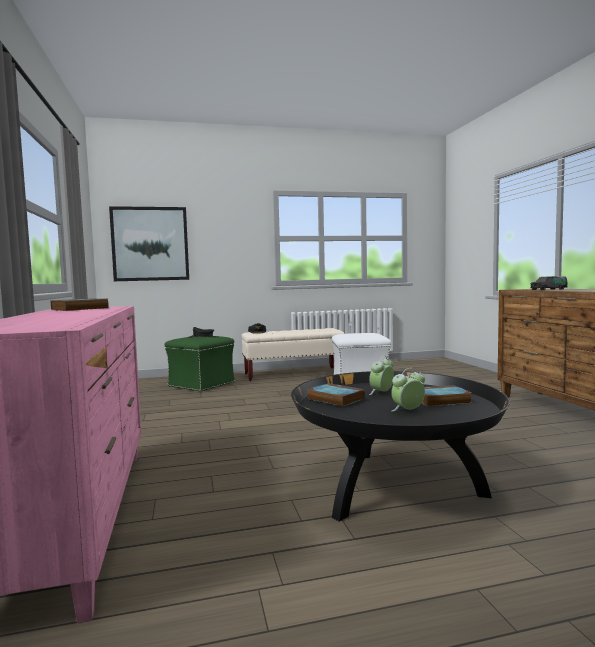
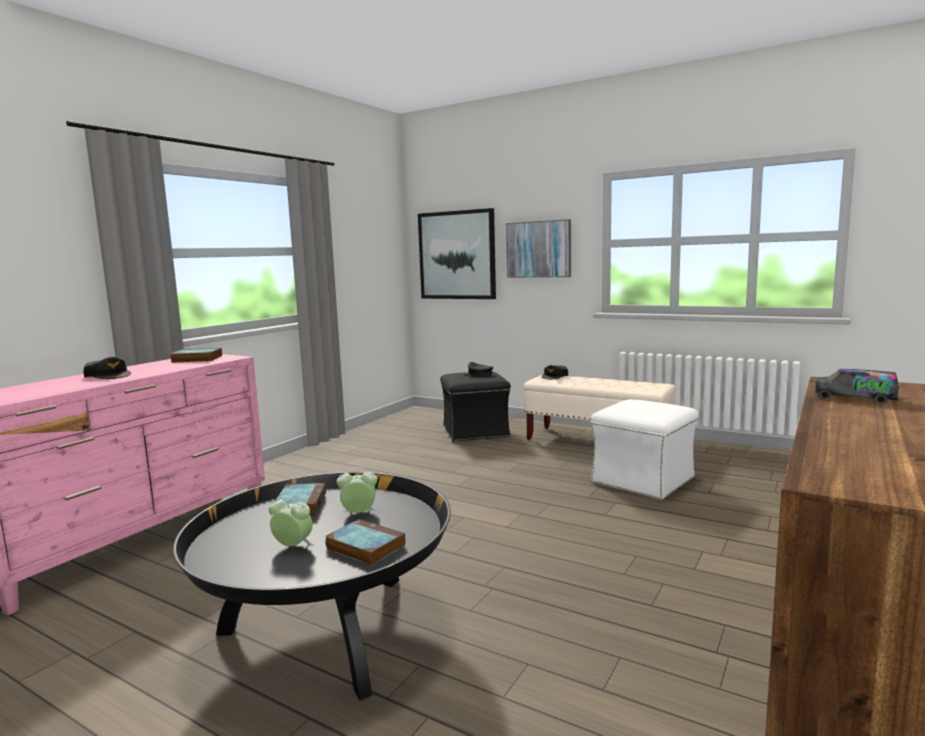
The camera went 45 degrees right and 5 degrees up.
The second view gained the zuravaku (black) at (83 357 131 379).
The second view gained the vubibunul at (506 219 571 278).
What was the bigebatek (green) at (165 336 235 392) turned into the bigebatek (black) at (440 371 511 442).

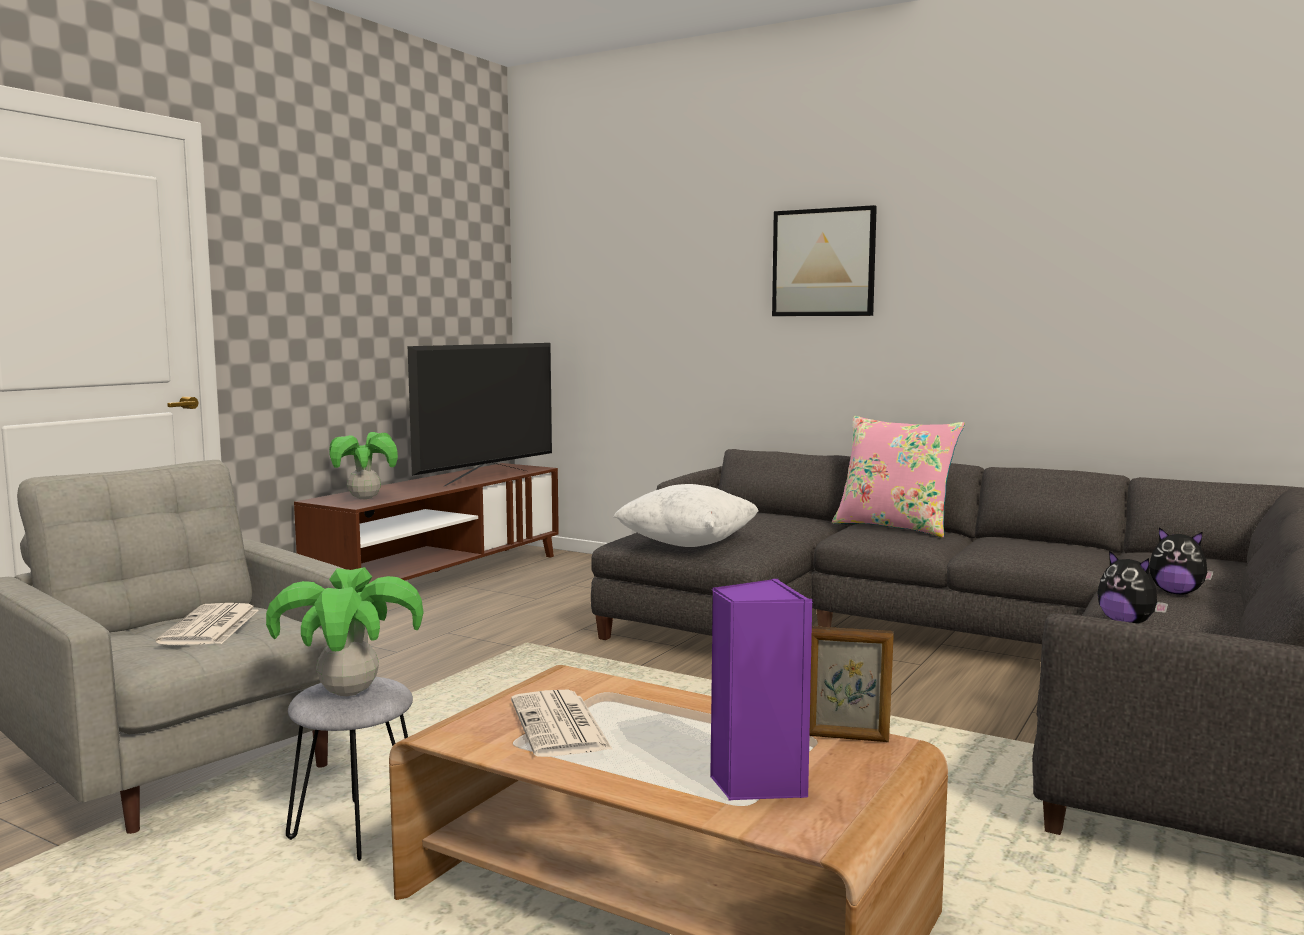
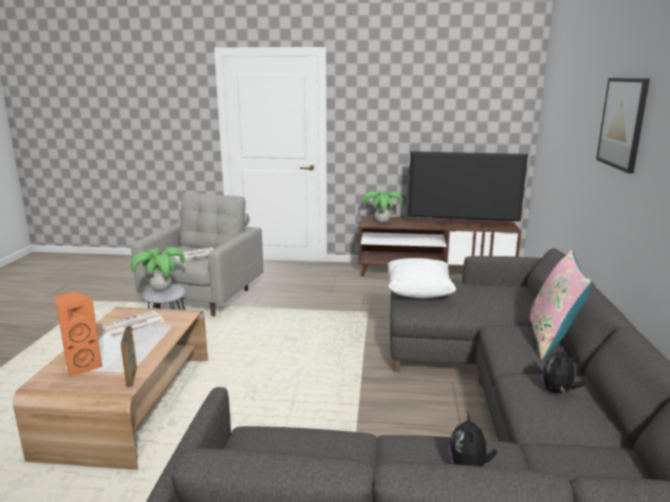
The camera went 65 degrees right and 10 degrees up.
The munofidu ended up elsewhere, having gone from (1097 550 1168 624) to (542 345 585 394).
What was the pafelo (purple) at (710 579 812 800) turned into the pafelo (orange) at (55 291 102 378).

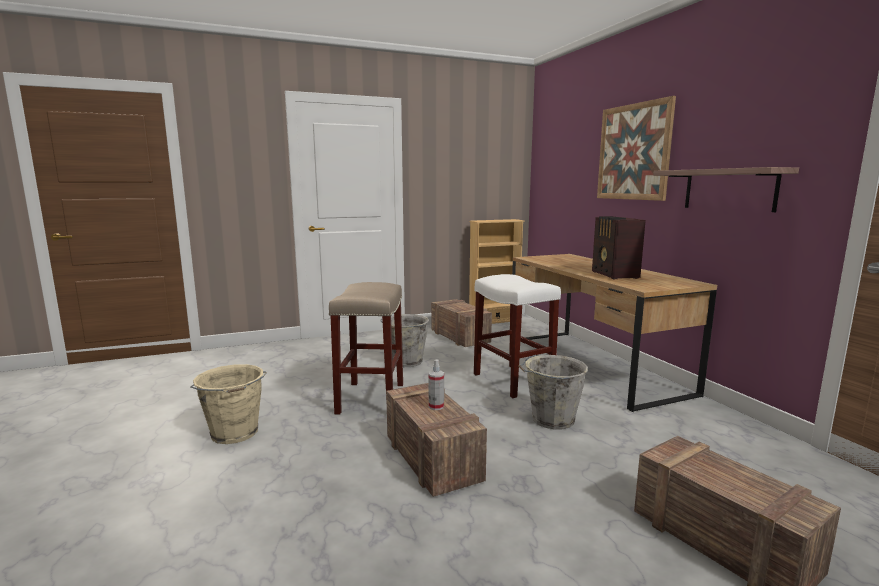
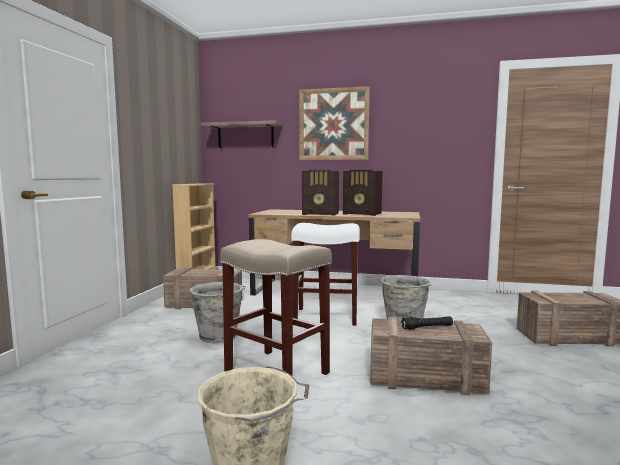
The camera went 55 degrees left and 5 degrees down.
The second view gained the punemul at (302 170 339 216).
The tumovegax ended up elsewhere, having gone from (653 167 799 212) to (201 120 282 148).
Where the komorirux stood at (429 359 444 410), the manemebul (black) came to stand at (401 316 453 330).

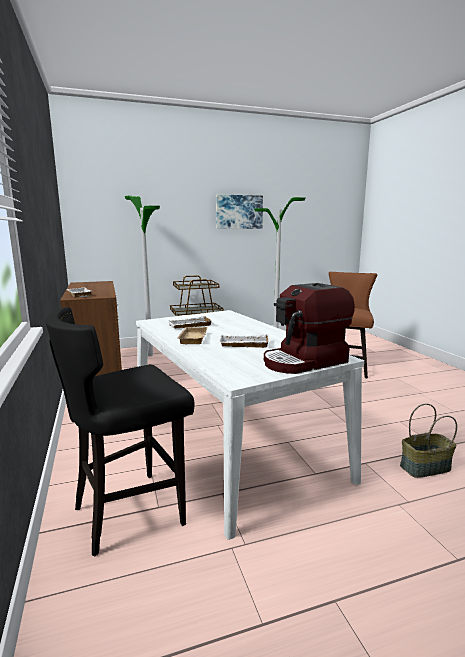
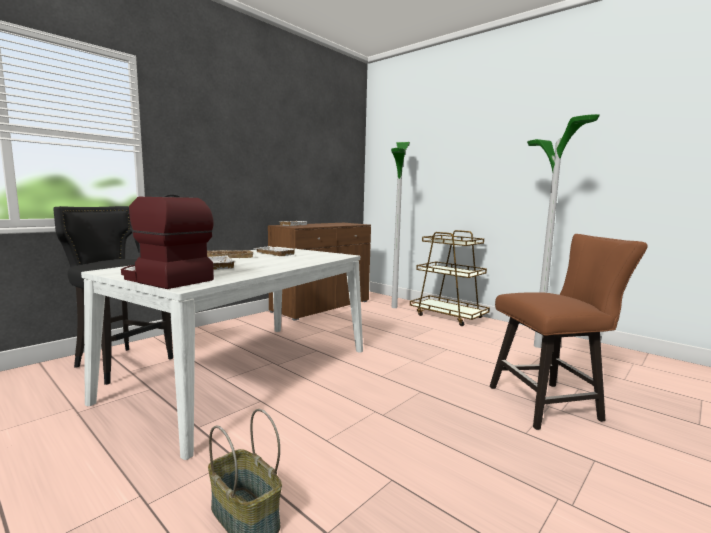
The camera went 60 degrees right and 5 degrees down.
The second view lost the vubibunul at (216 194 263 229).

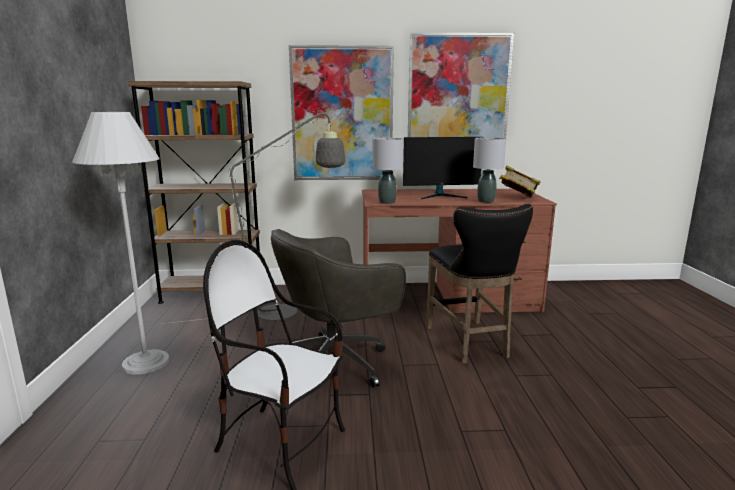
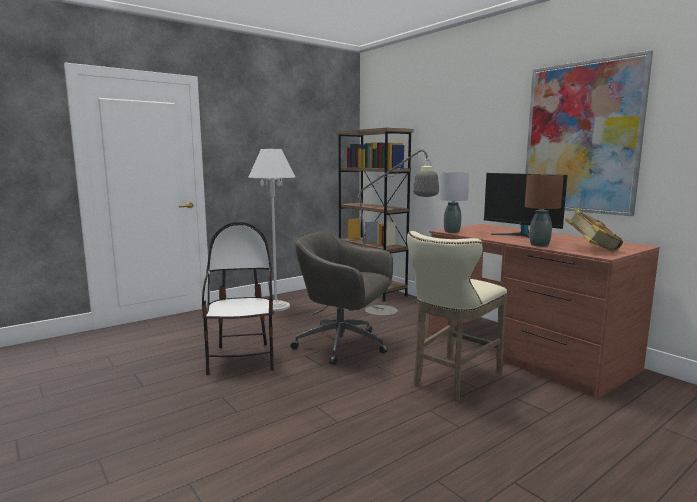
The camera went 55 degrees right and 5 degrees down.
The second view lost the vubibunul at (289 45 394 180).
What was the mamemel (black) at (426 204 533 364) turned into the mamemel (beige) at (407 231 508 401).
What was the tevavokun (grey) at (473 137 506 203) turned into the tevavokun (brown) at (525 175 564 247).

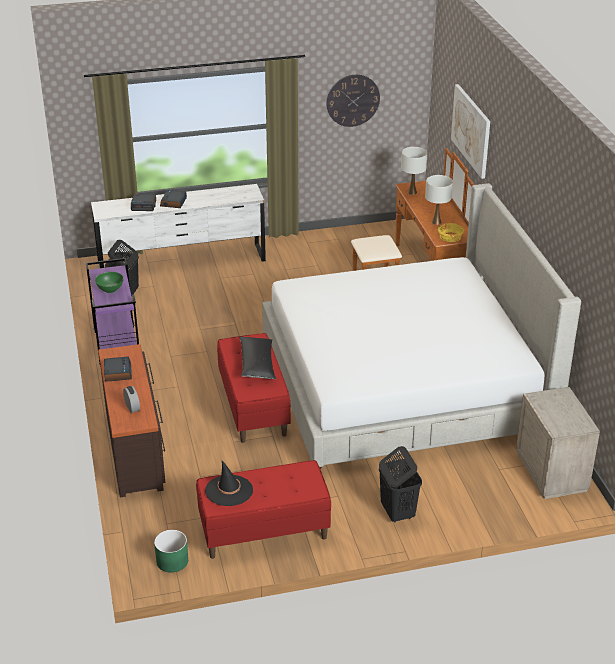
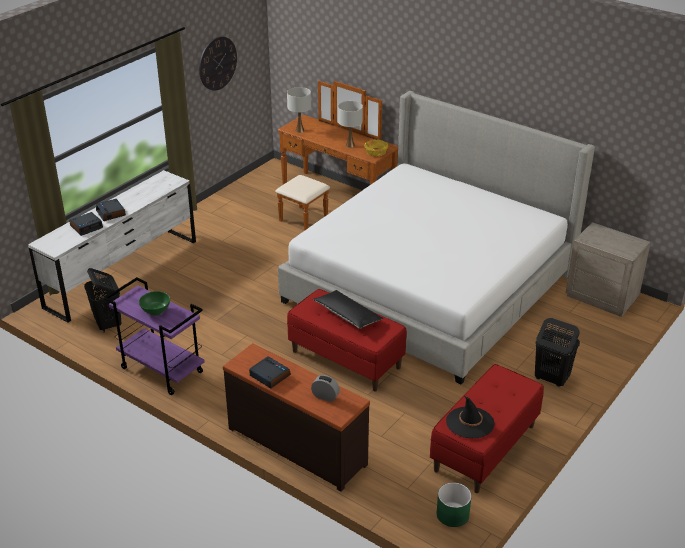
The camera went 40 degrees left and 0 degrees up.
The second view lost the vubibunul at (451 84 490 179).

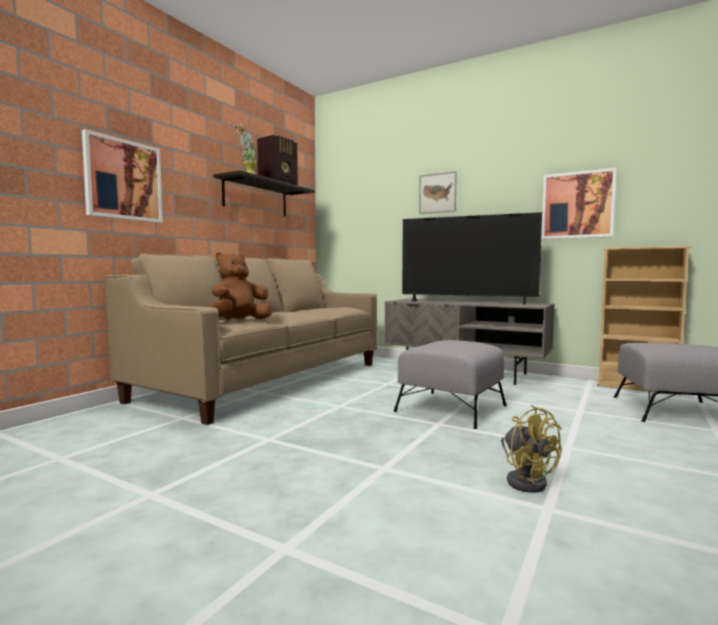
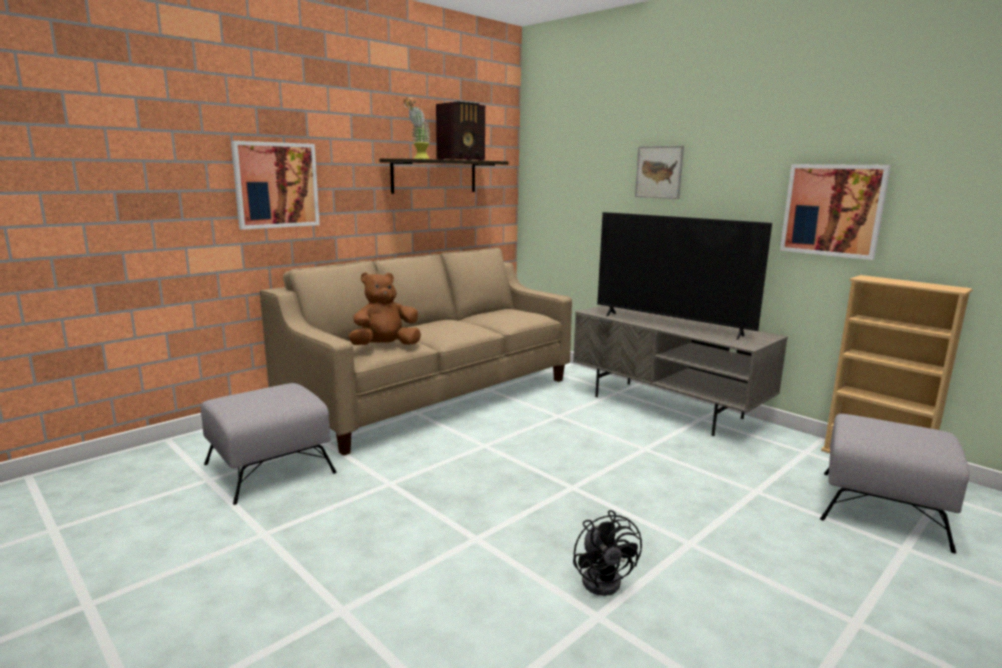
The camera went 15 degrees right and 10 degrees up.
The bigebatek (grey) ended up elsewhere, having gone from (394 340 507 429) to (201 383 337 505).
What was the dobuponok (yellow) at (501 405 562 493) turned into the dobuponok (black) at (573 510 642 596).

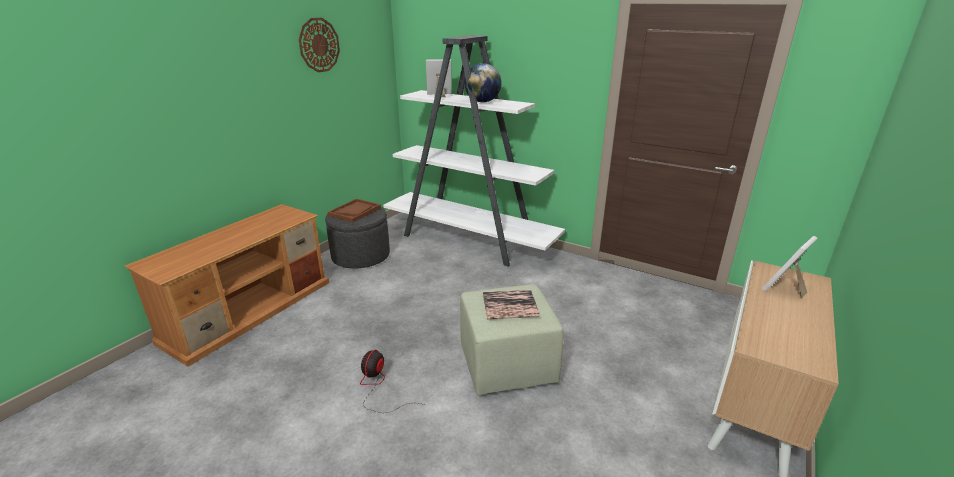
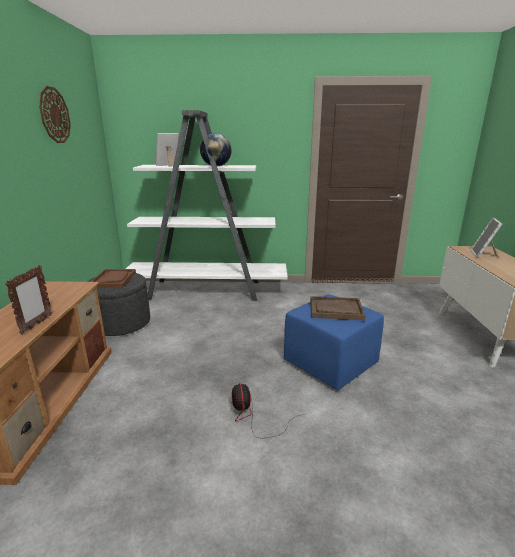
The camera went 30 degrees left and 5 degrees down.
The second view gained the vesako at (5 265 52 335).
Where the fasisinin stood at (483 290 540 319), the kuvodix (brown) came to stand at (310 296 366 320).
What was the bigebatek (green) at (460 284 564 396) turned into the bigebatek (blue) at (284 295 384 391).

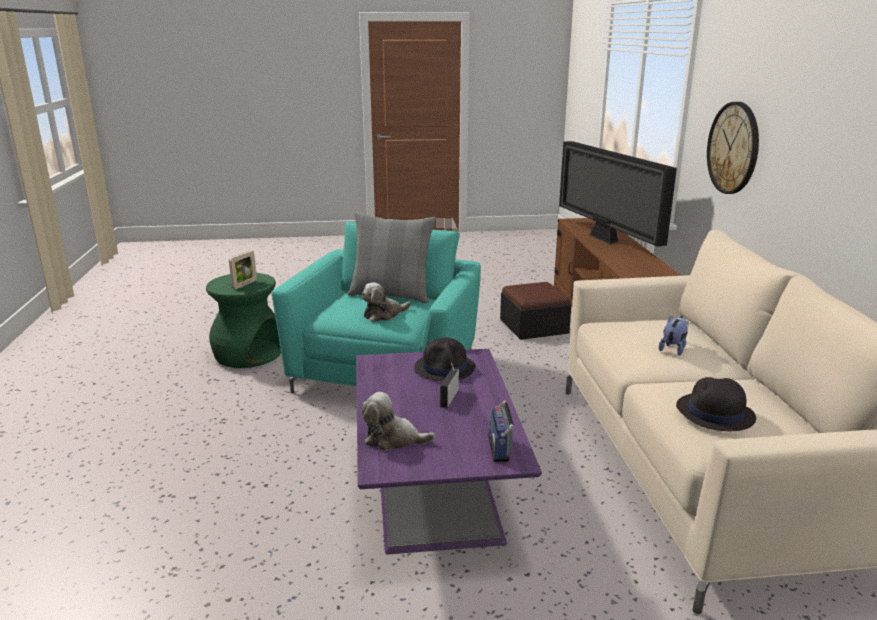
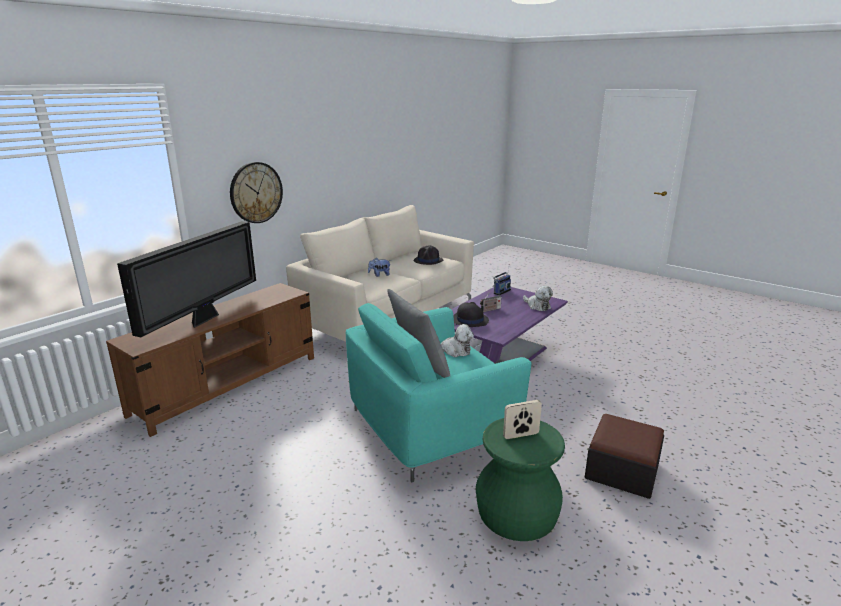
The camera went 135 degrees left and 0 degrees up.
The bigebatek ended up elsewhere, having gone from (500 282 571 340) to (585 414 664 499).

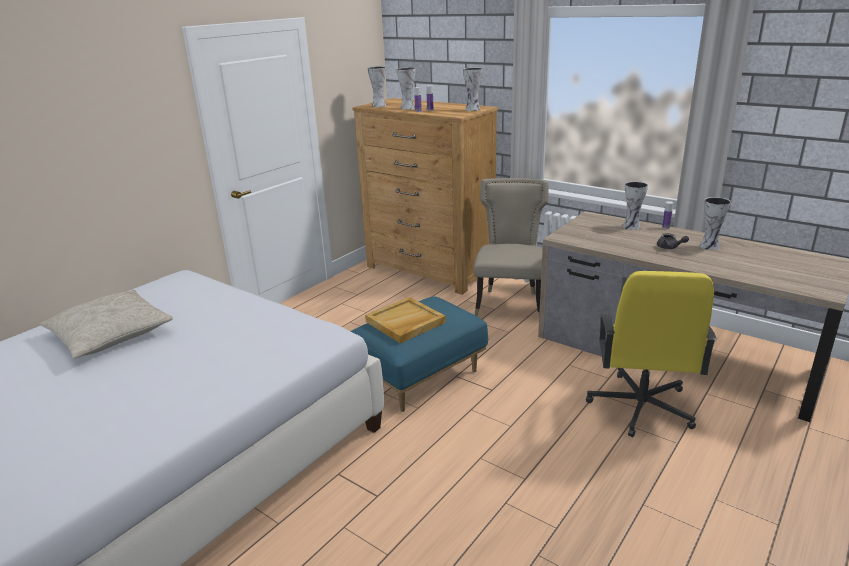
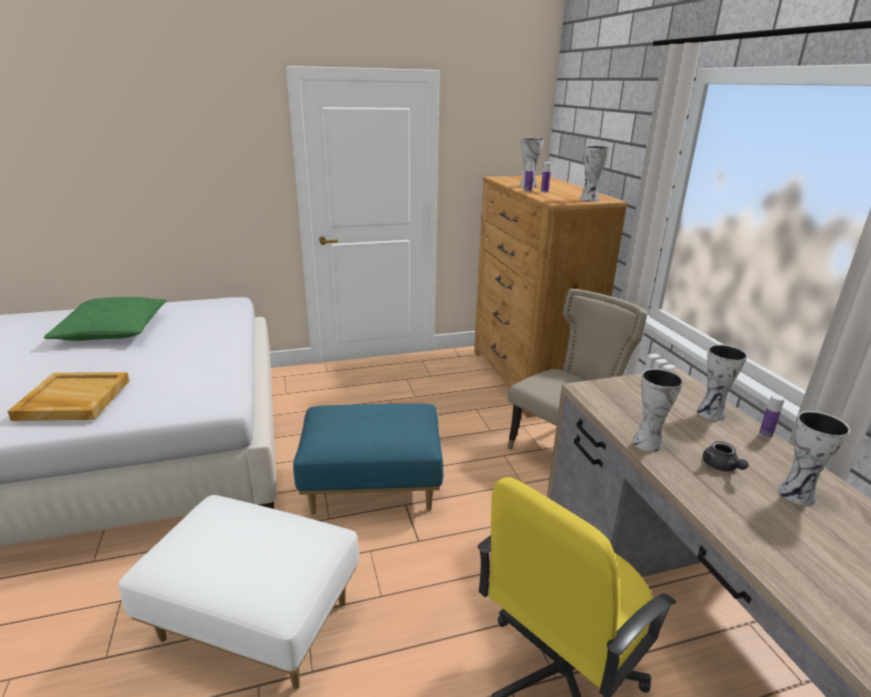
The camera went 35 degrees right and 0 degrees up.
The second view gained the bigebatek (white) at (119 495 359 689).
The kuvodix (beige) ended up elsewhere, having gone from (365 297 446 343) to (7 372 129 421).
The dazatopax ended up elsewhere, having gone from (367 66 386 107) to (633 368 683 452).
What was the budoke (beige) at (40 290 173 359) turned into the budoke (green) at (44 297 167 341).

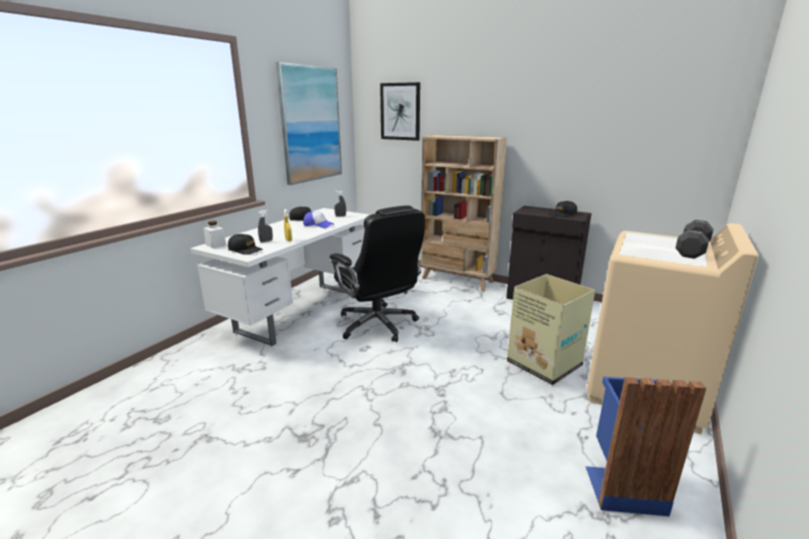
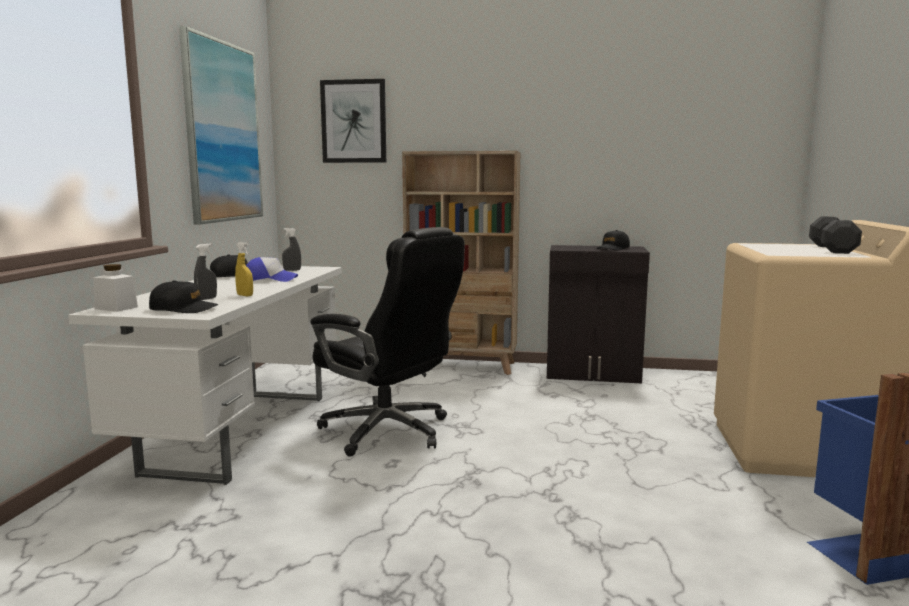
The camera went 20 degrees left and 10 degrees down.
The second view lost the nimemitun at (507 274 595 385).

